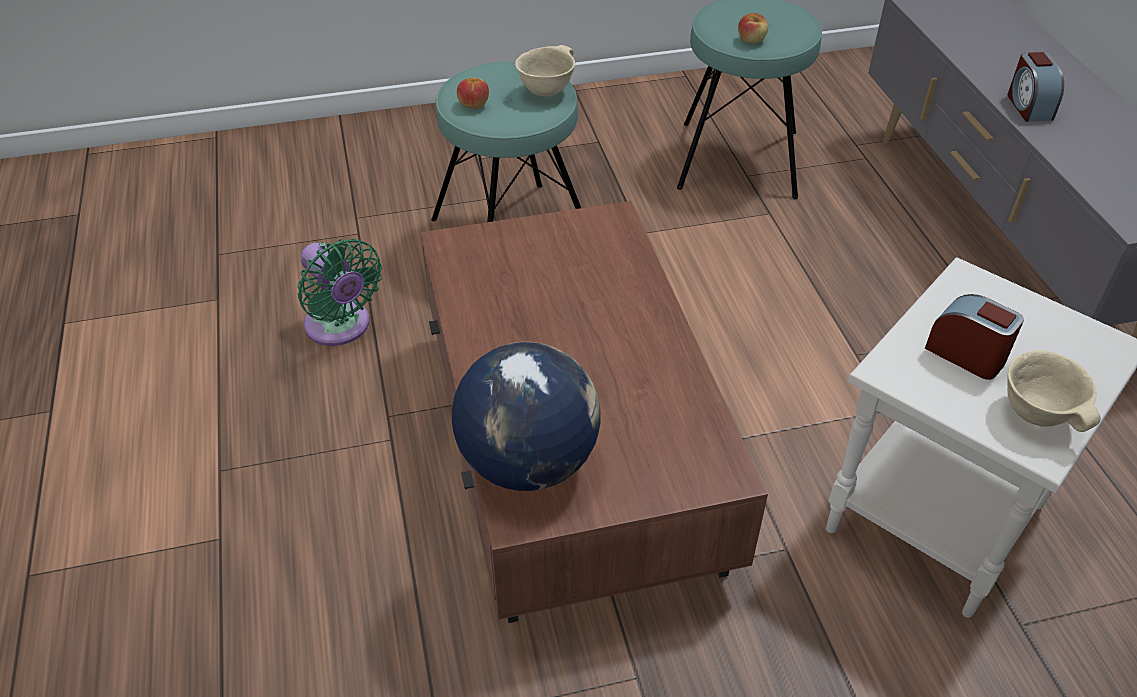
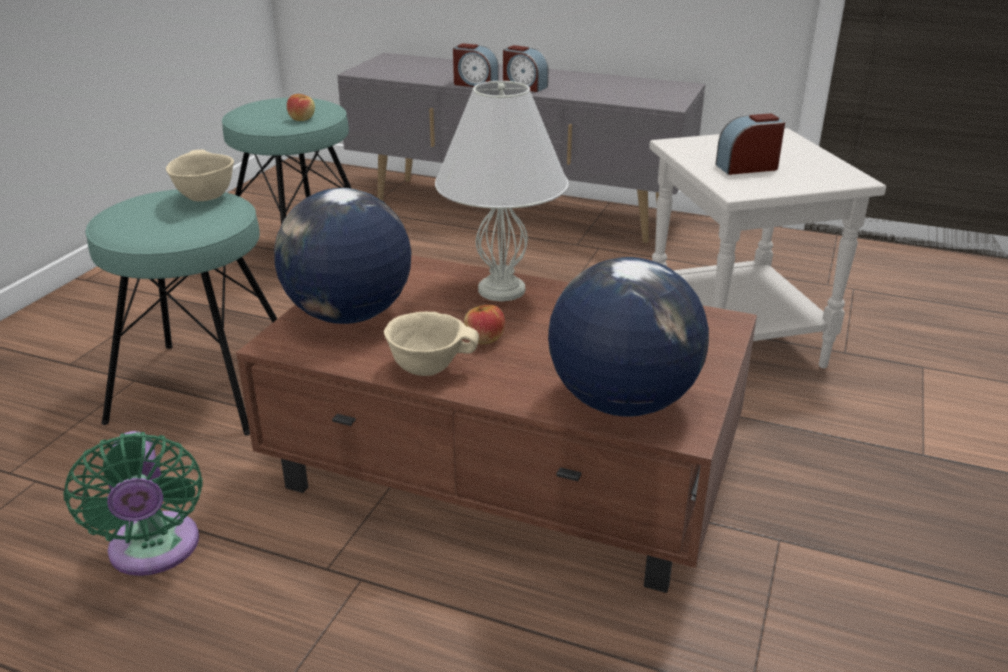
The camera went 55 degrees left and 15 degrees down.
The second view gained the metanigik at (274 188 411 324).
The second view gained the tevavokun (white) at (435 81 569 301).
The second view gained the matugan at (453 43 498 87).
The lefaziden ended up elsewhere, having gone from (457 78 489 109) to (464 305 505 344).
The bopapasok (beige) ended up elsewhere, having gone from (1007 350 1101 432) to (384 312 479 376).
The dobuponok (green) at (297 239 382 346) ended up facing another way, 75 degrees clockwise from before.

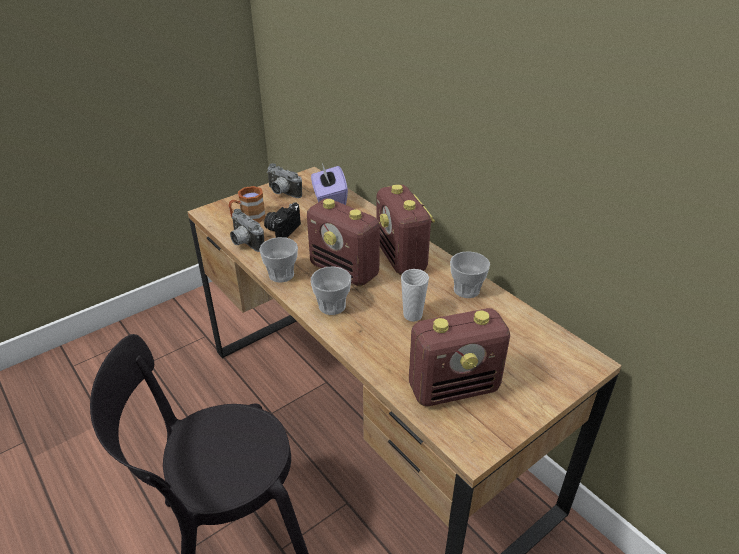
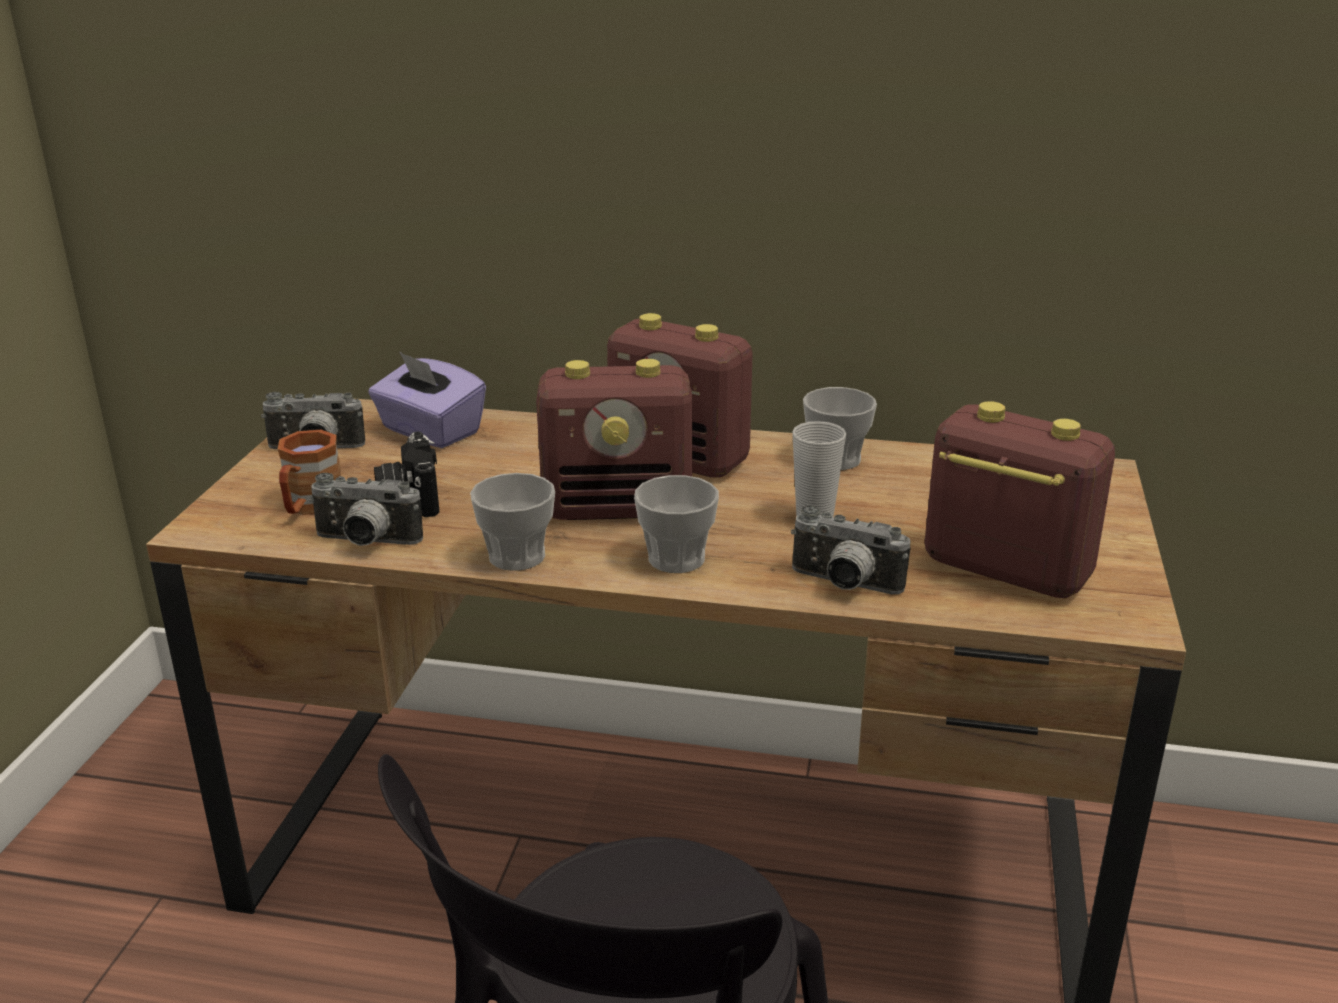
The camera went 40 degrees left and 10 degrees down.
The second view gained the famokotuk at (791 506 911 594).
The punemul at (409 308 510 406) ended up facing another way, 90 degrees counterclockwise from before.

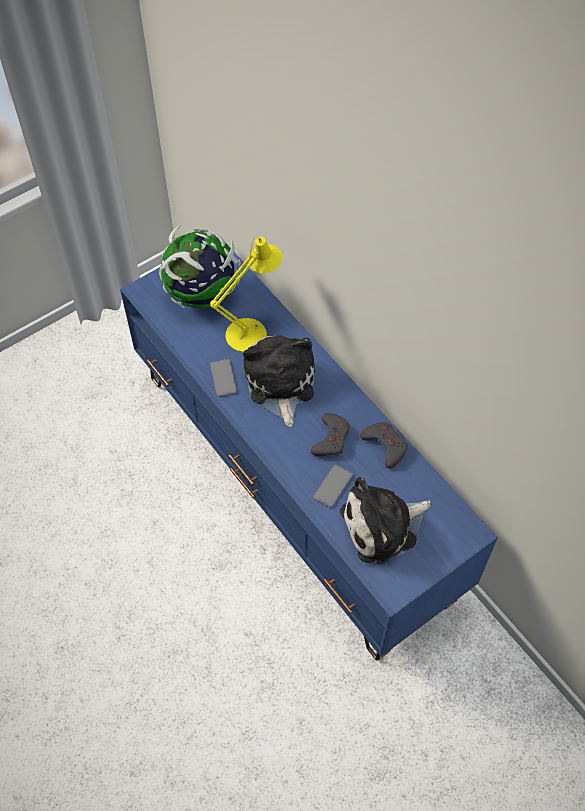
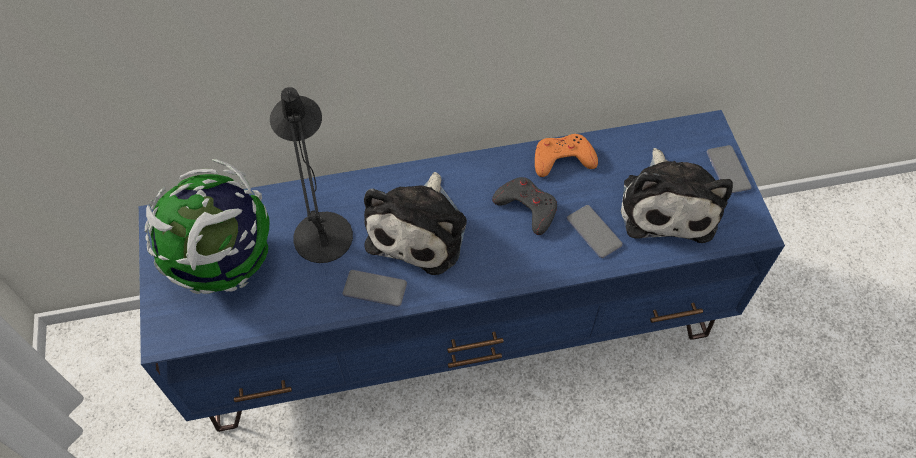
The camera went 65 degrees left and 0 degrees up.
The second view gained the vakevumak at (707 145 752 193).
What was the tevavokun (yellow) at (210 237 282 352) turned into the tevavokun (black) at (270 87 353 263).
What was the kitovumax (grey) at (360 422 407 469) turned into the kitovumax (orange) at (535 134 598 177).
The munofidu at (243 335 315 427) ended up facing another way, 90 degrees counterclockwise from before.

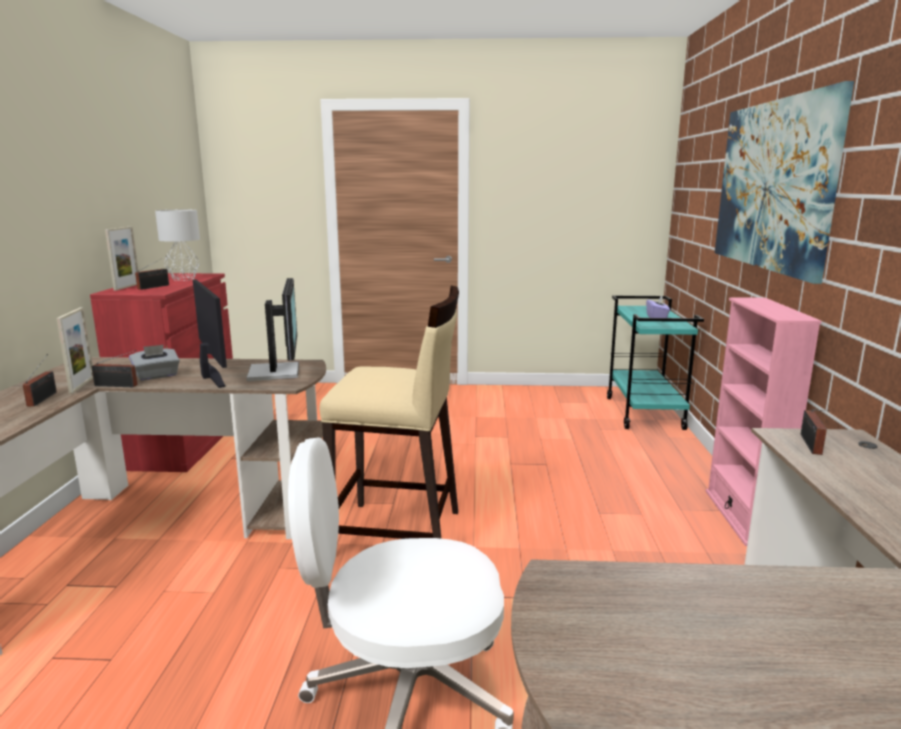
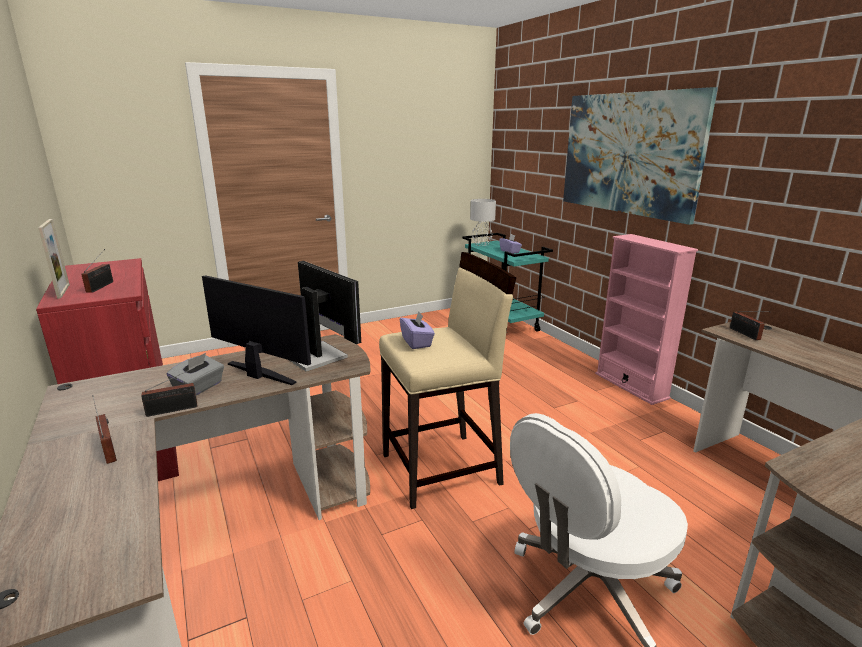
The camera went 30 degrees left and 5 degrees up.
The second view lost the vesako at (56 307 93 394).
The second view gained the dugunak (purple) at (400 311 435 349).
The tevavokun (grey) ended up elsewhere, having gone from (155 210 200 281) to (470 199 496 246).

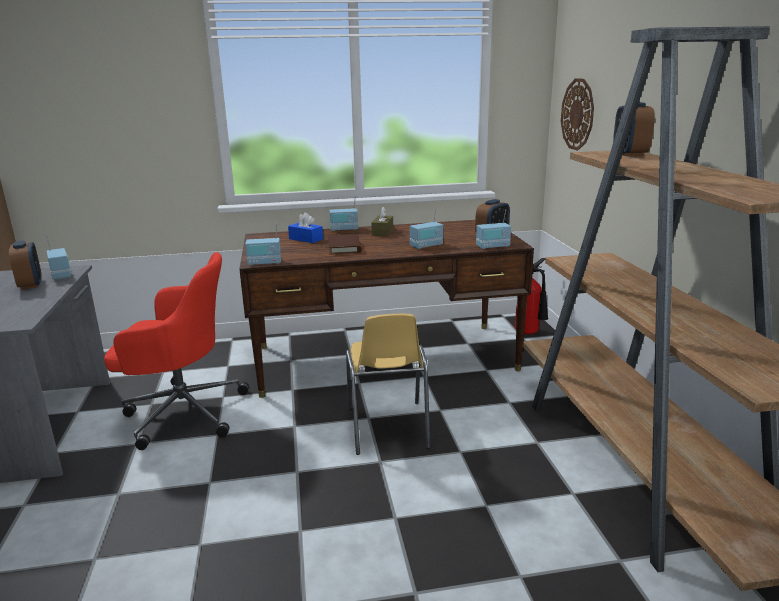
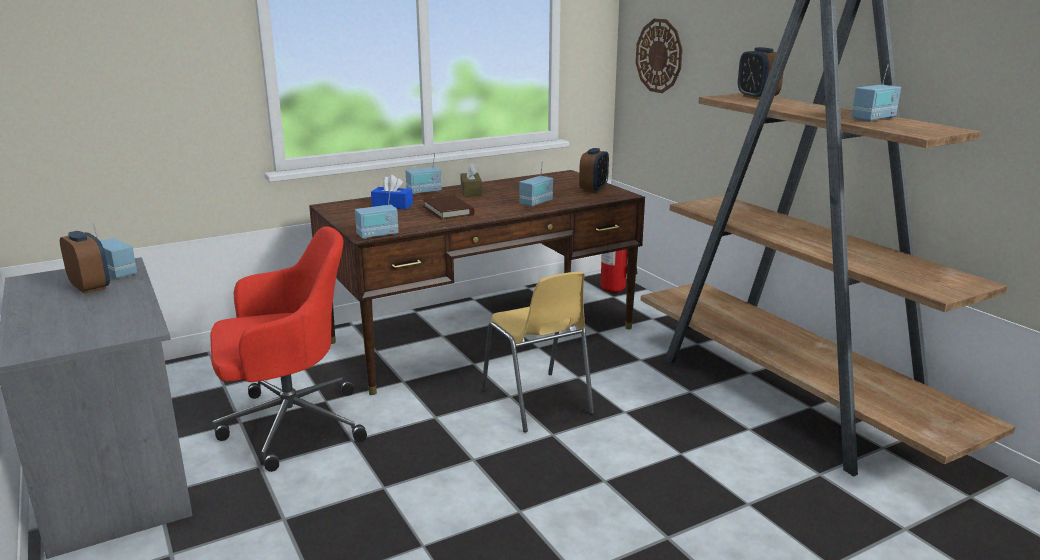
The camera went 20 degrees left and 0 degrees up.
The punemul ended up elsewhere, having gone from (476 209 511 249) to (851 64 901 122).

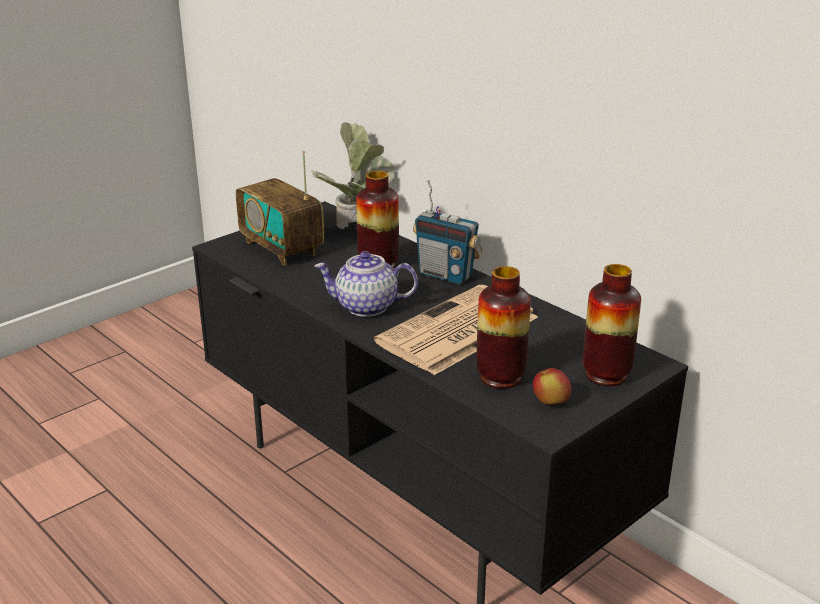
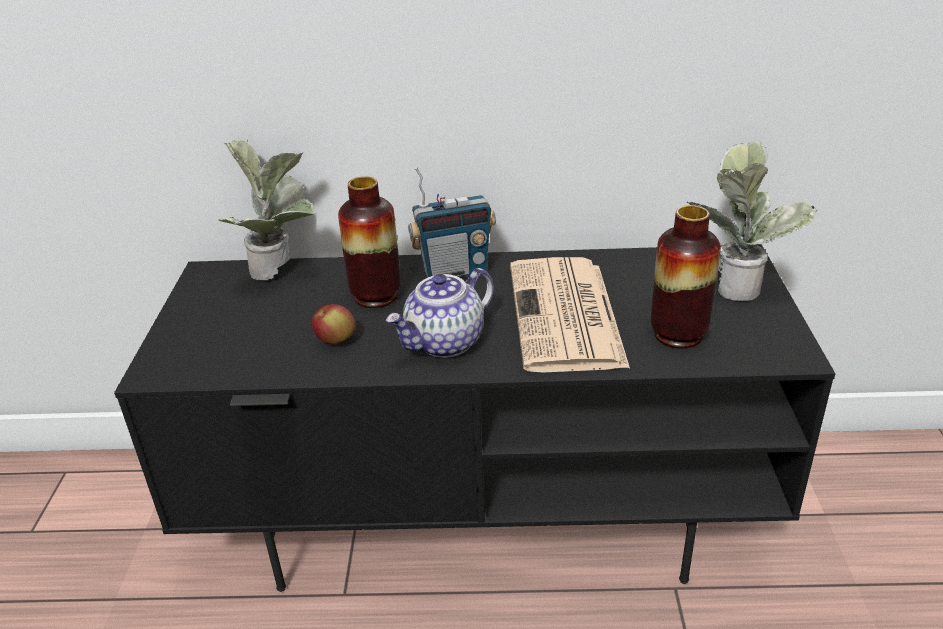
The camera went 45 degrees left and 5 degrees up.
The second view lost the punemul at (236 151 324 266).
The lefaziden ended up elsewhere, having gone from (533 368 572 405) to (312 304 356 345).
Where the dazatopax stood at (583 264 641 386), the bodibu came to stand at (686 141 818 301).

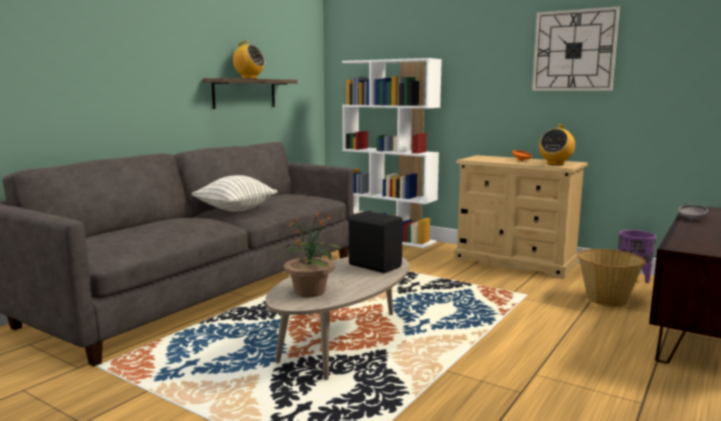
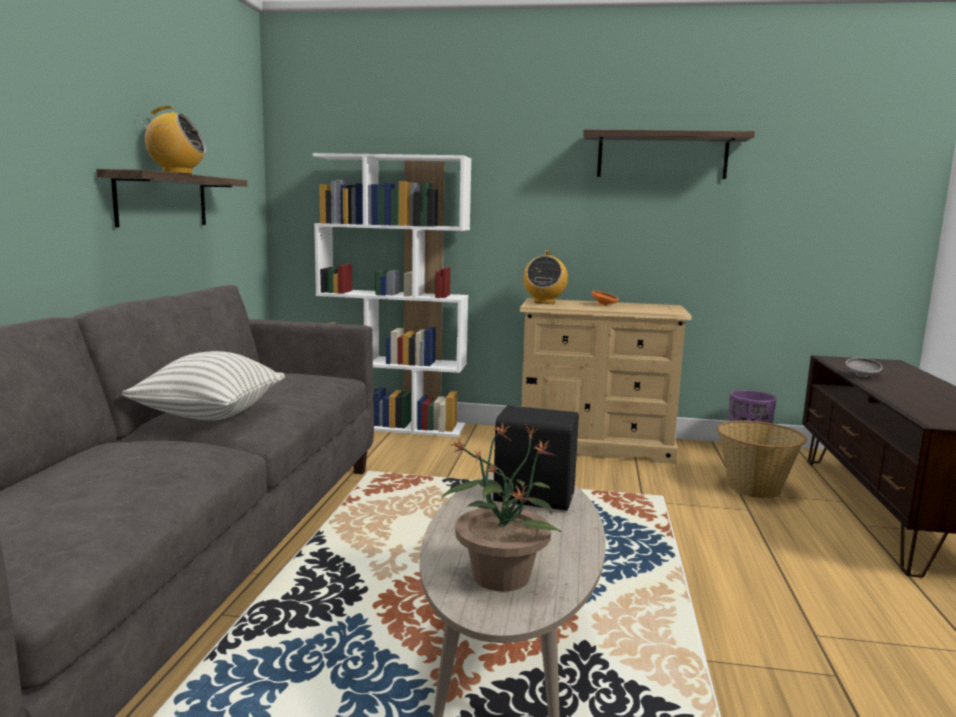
The camera went 25 degrees left and 0 degrees up.
The punemul ended up elsewhere, having gone from (539 124 575 165) to (523 250 568 304).
Where the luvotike hung at (532 6 620 91), the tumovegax came to hang at (583 130 755 179).

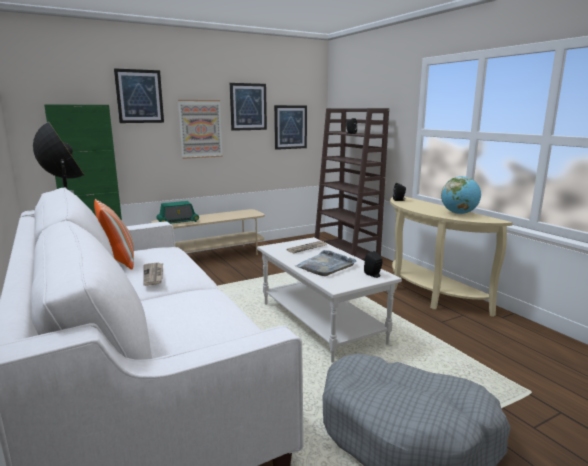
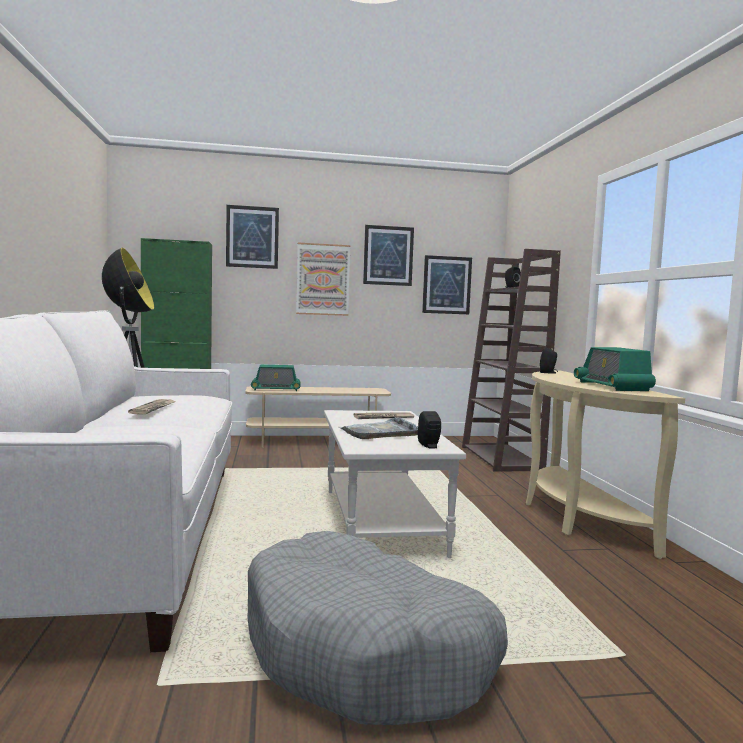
The camera went 20 degrees right and 10 degrees down.
The second view lost the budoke at (94 199 134 270).
Where the metanigik stood at (441 176 481 214), the punemul came to stand at (574 347 656 391).

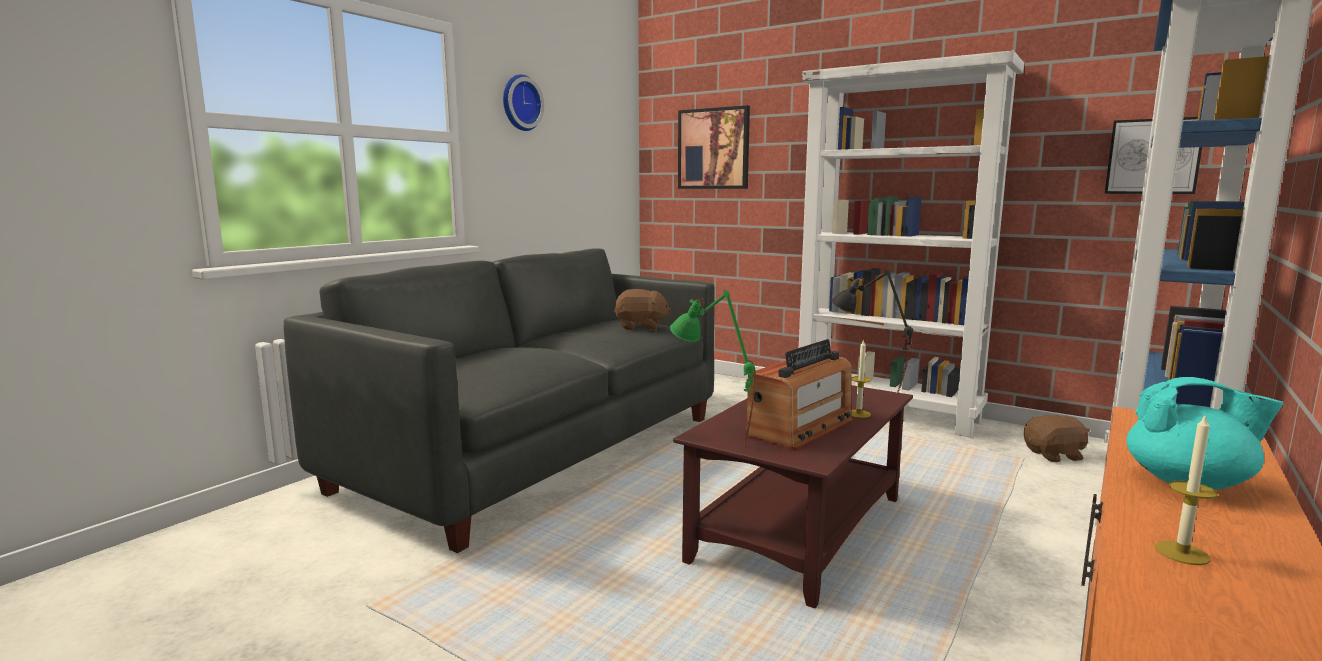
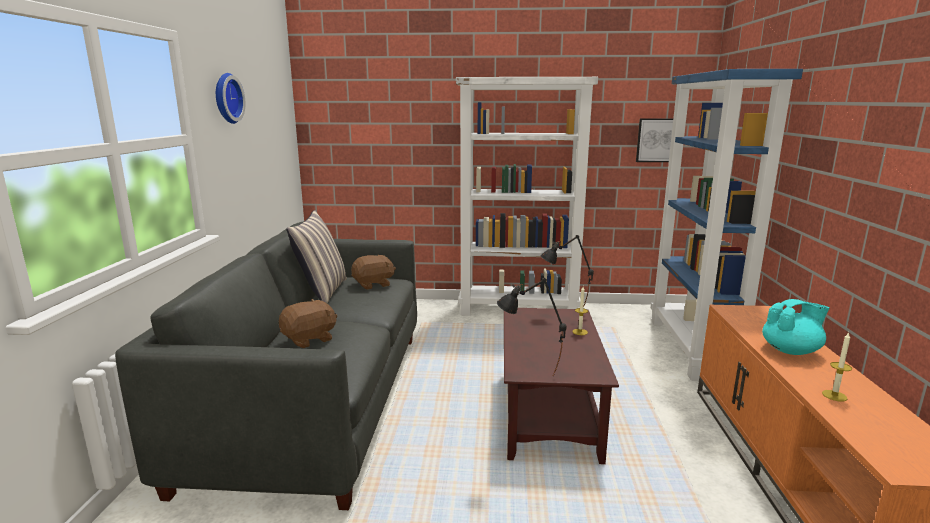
The camera went 30 degrees left and 5 degrees up.
The second view lost the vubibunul at (678 105 750 189).
The second view lost the punemul at (746 339 853 450).
The second view gained the budoke at (286 210 347 304).
The munofidu (brown) ended up elsewhere, having gone from (1024 414 1090 462) to (279 299 337 348).
What was the tevavokun (green) at (670 290 756 446) turned into the tevavokun (black) at (497 278 567 375).

